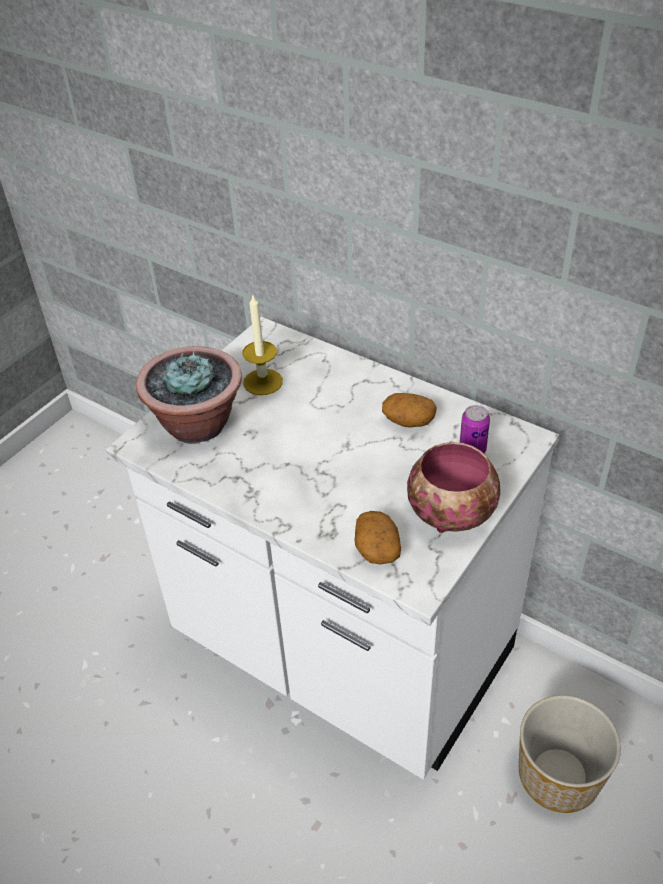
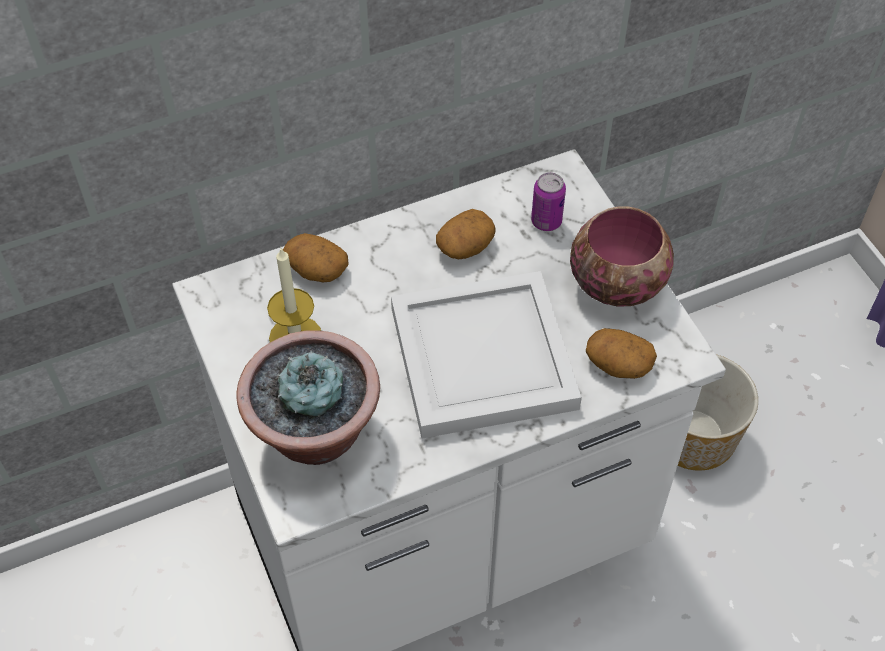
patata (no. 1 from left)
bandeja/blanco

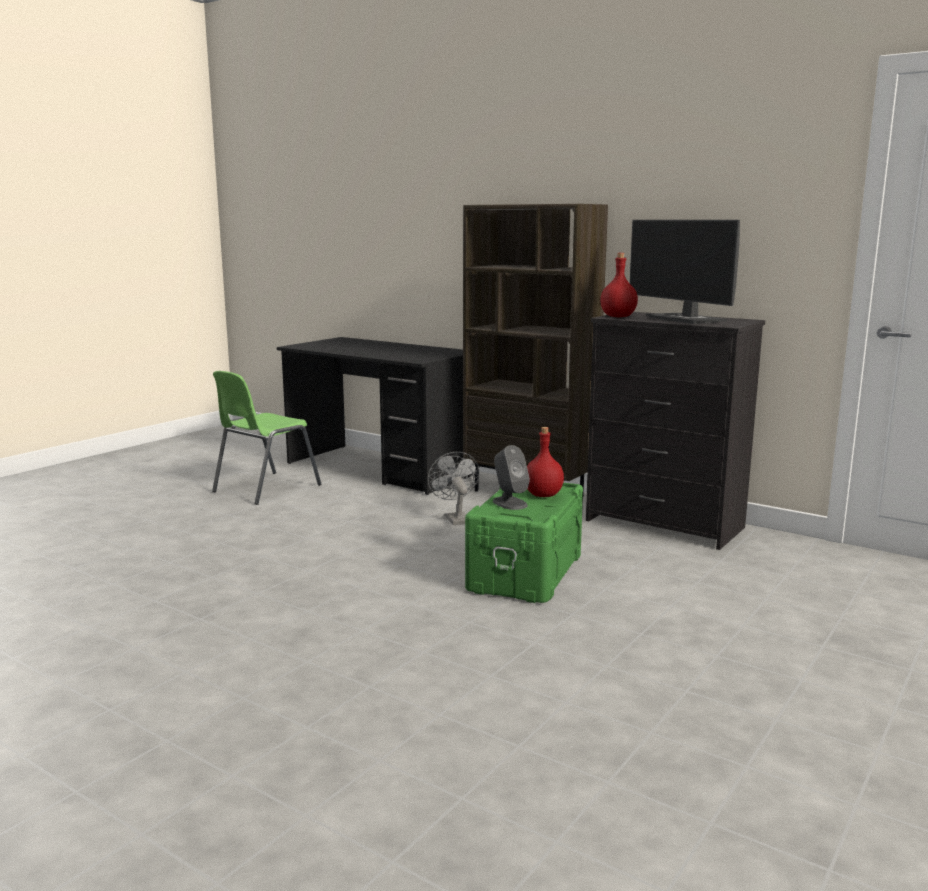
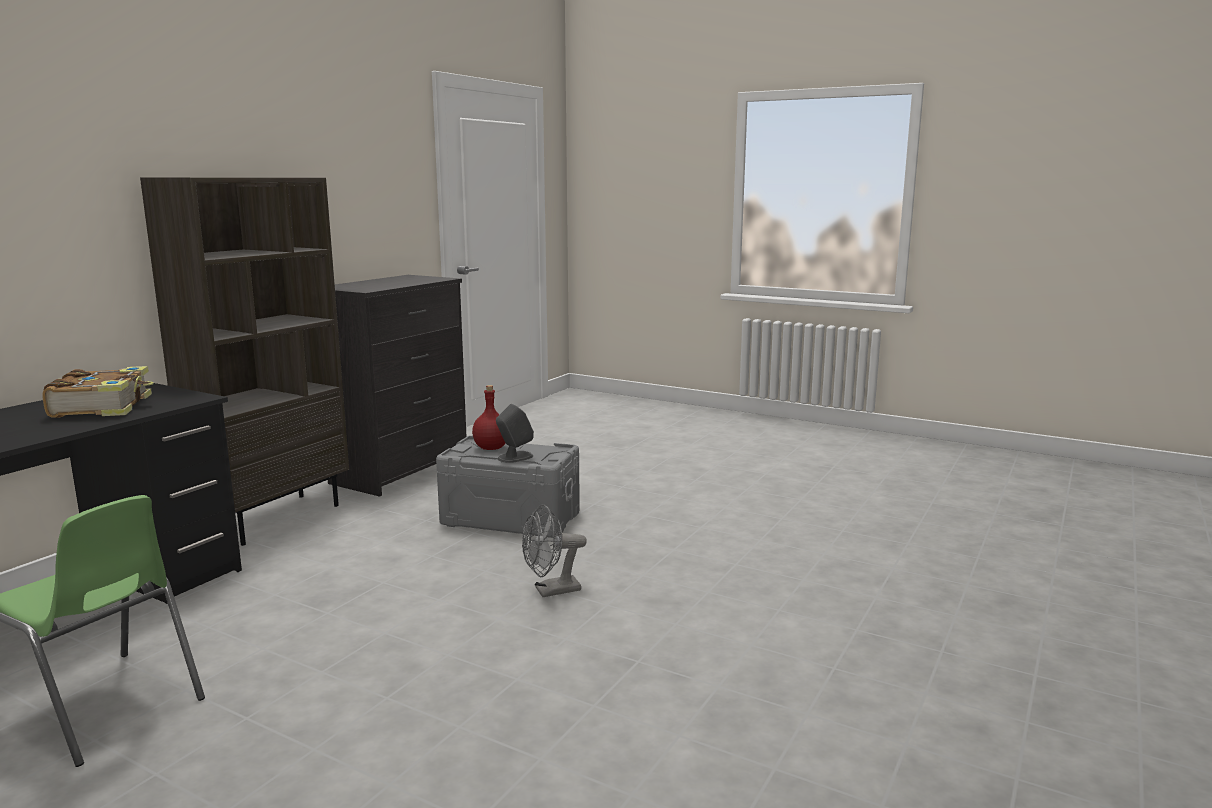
ventilador/gris
caja de almacenaje/gris
botella/rojo (no. 2 from left in the first image)
monitor
libro

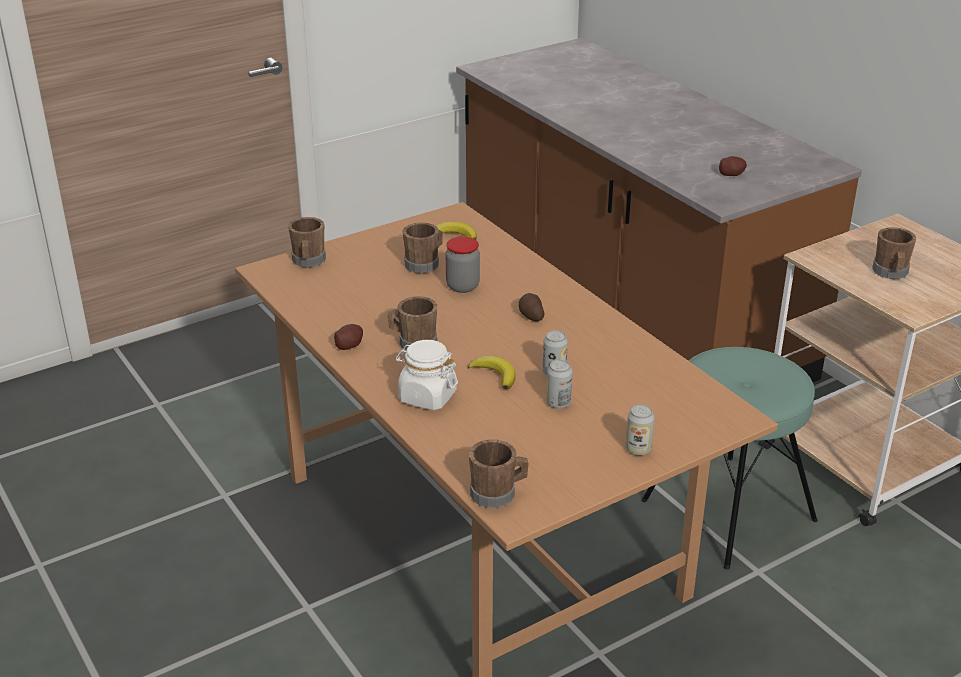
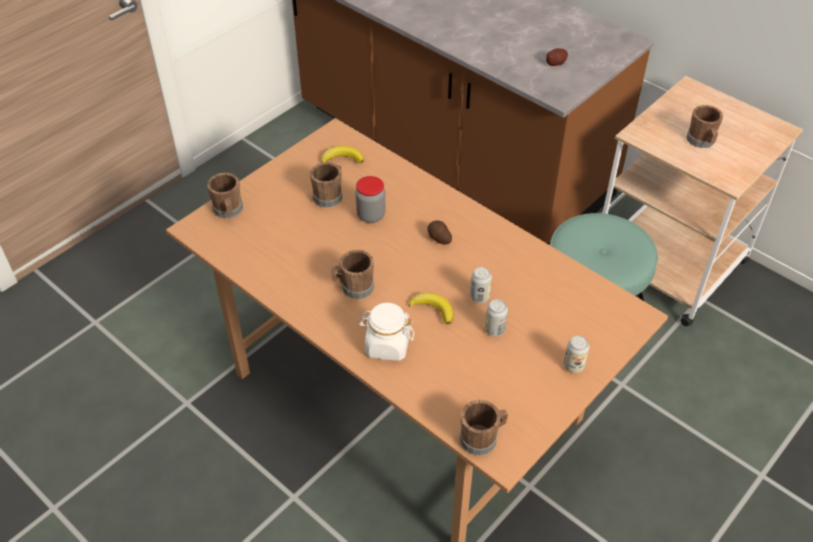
patata (no. 1 from left in the first image)

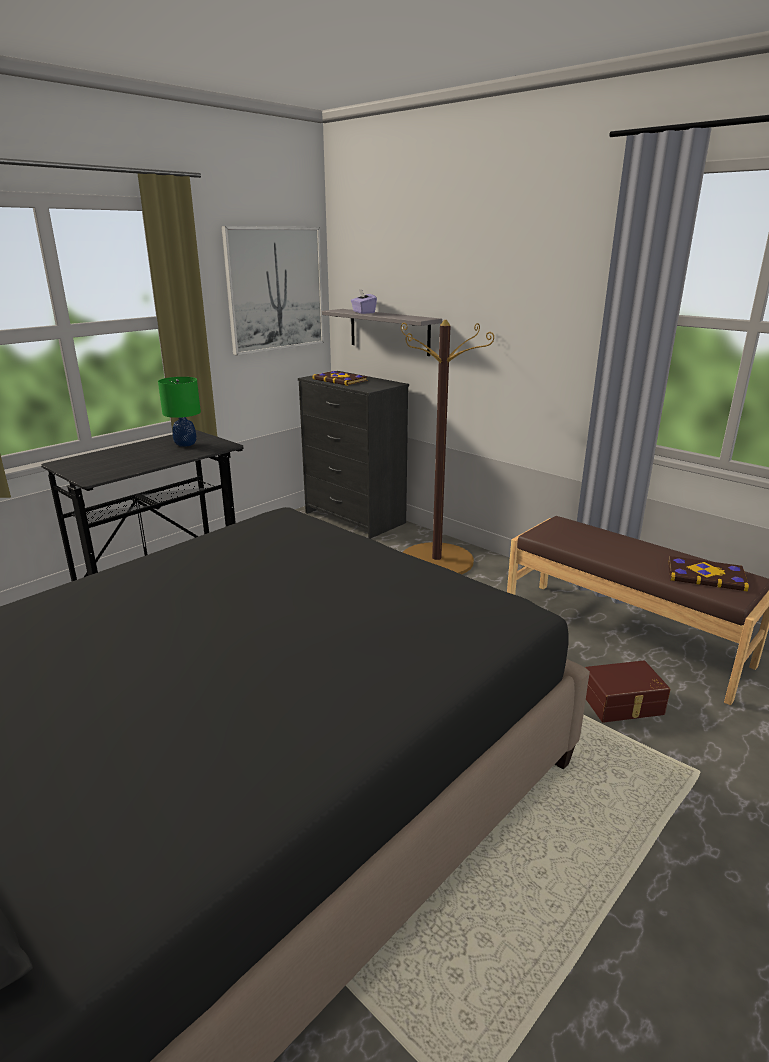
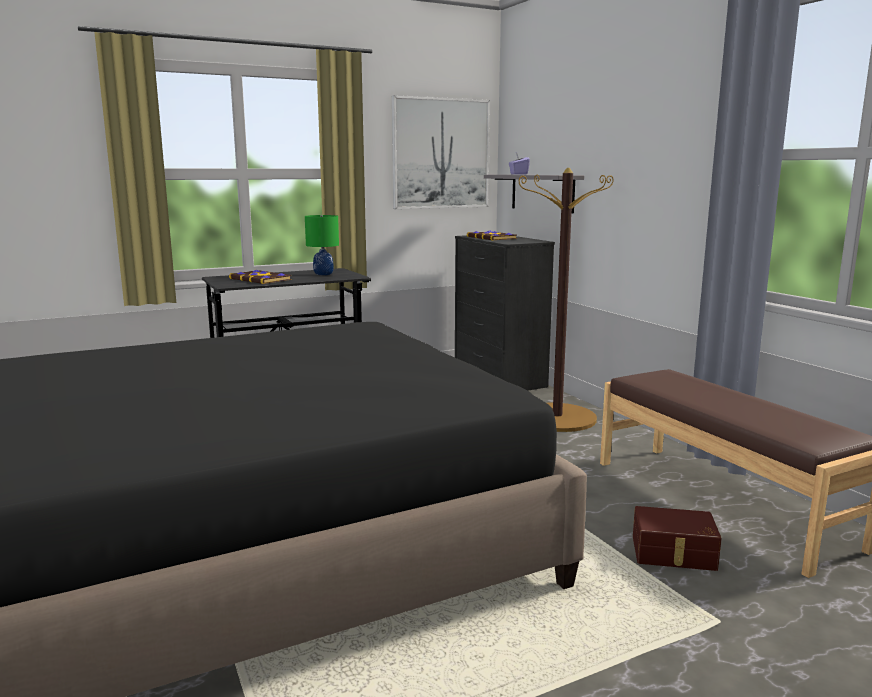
libro (no. 1 from left)

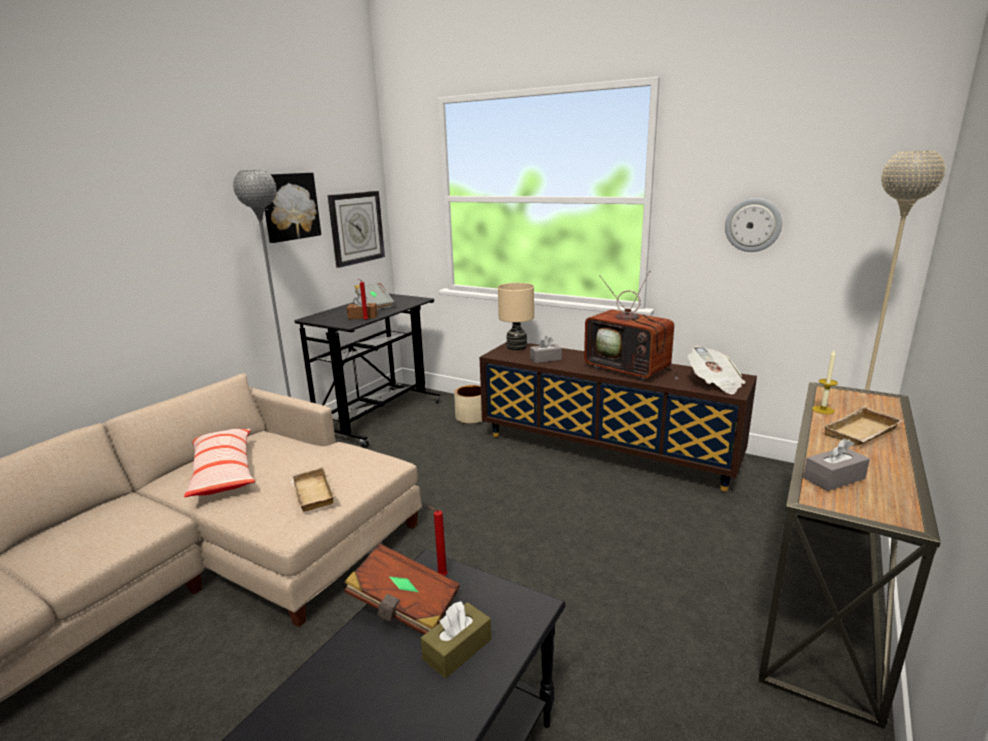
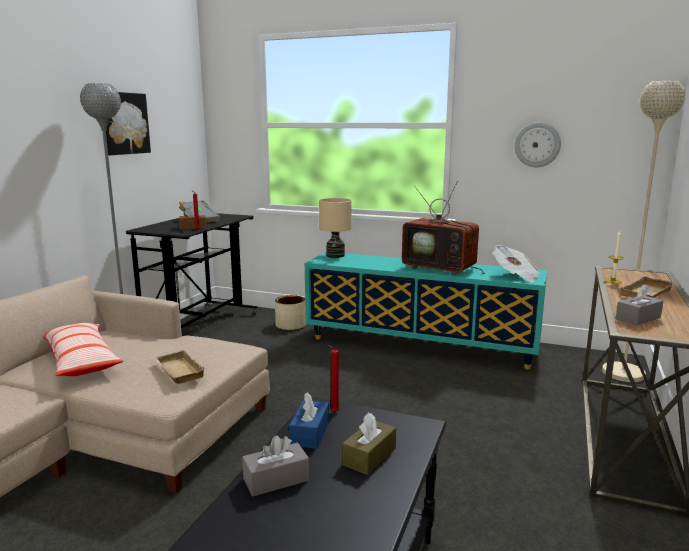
reloj de pared (no. 1 from left in the first image)
caja de pañuelos/azul
mueble de televisión/turquesa
caja de pañuelos/gris (no. 1 from left)

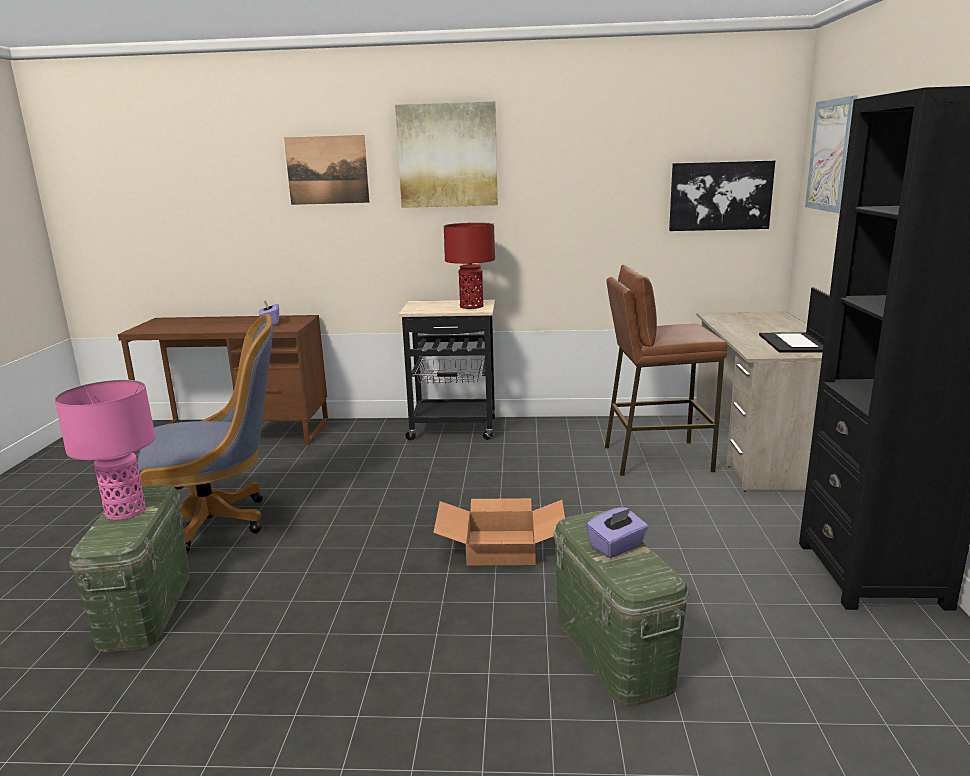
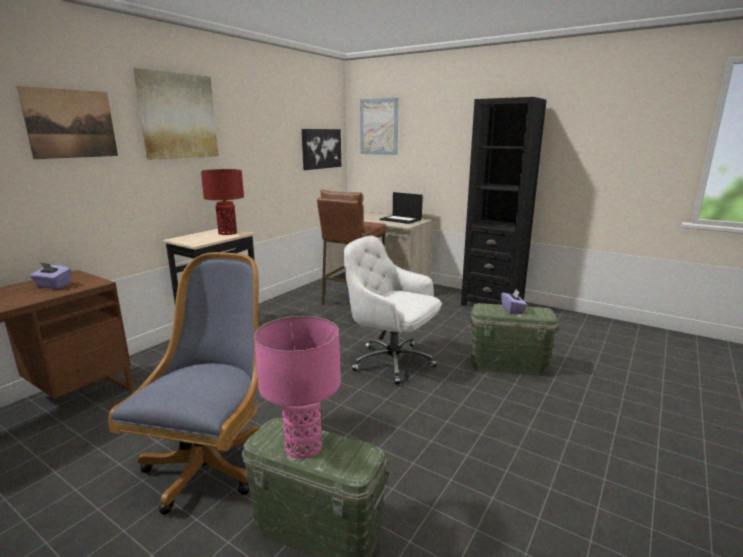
silla de oficina/blanco

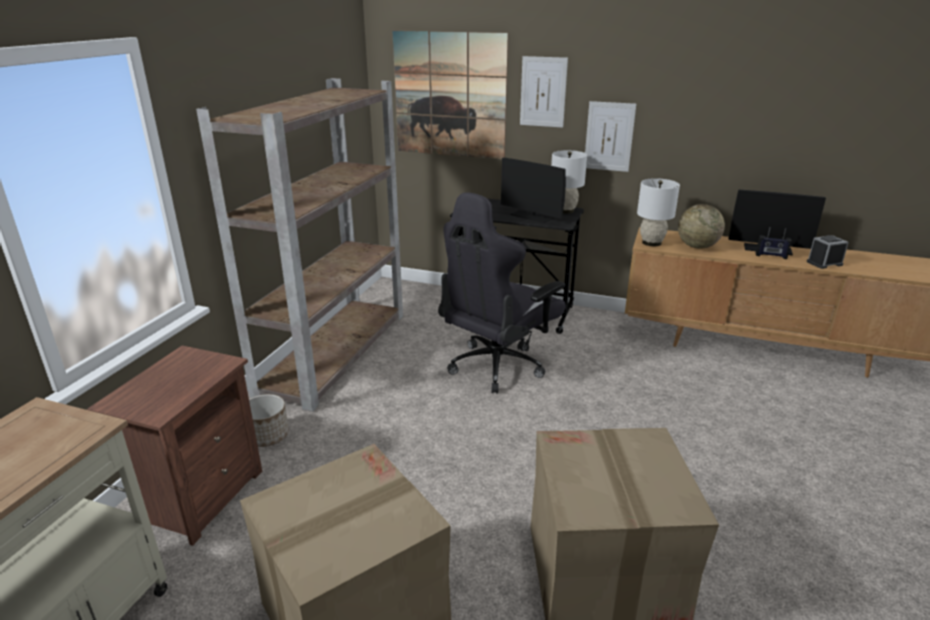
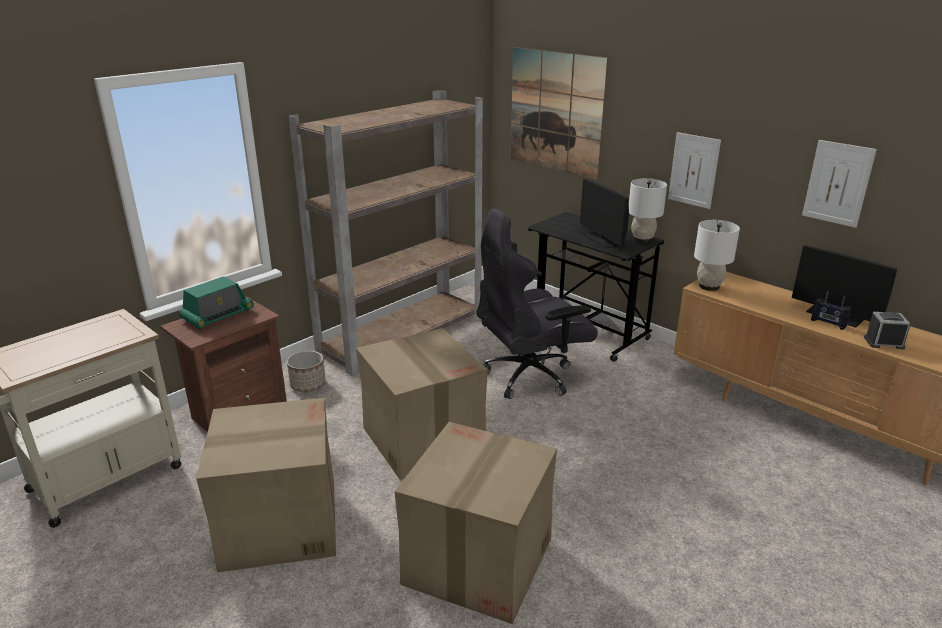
cuadro (no. 3 from left)
globo terráqueo
radio (no. 1 from left)
caja de cartón (no. 2 from left)

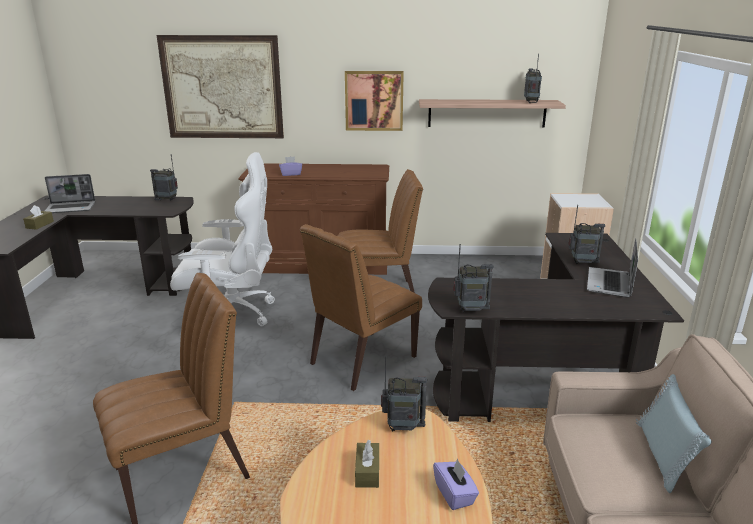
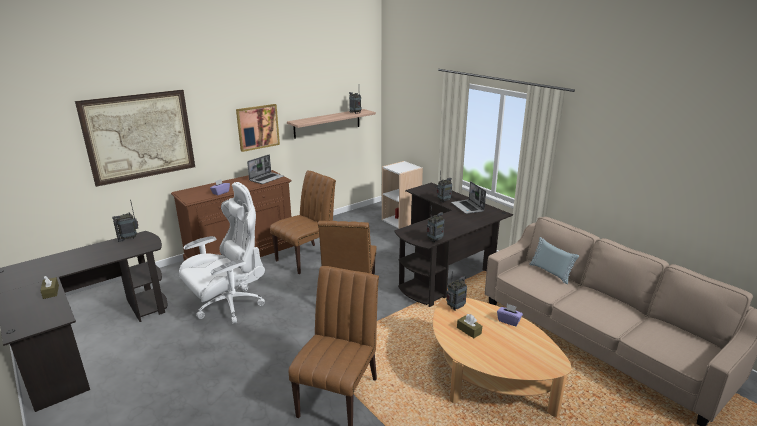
portátil (no. 1 from left)

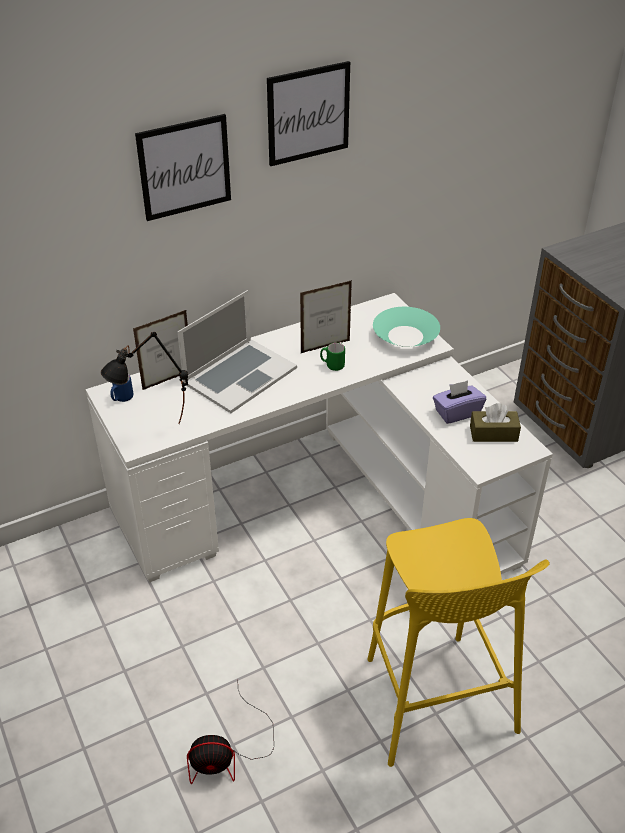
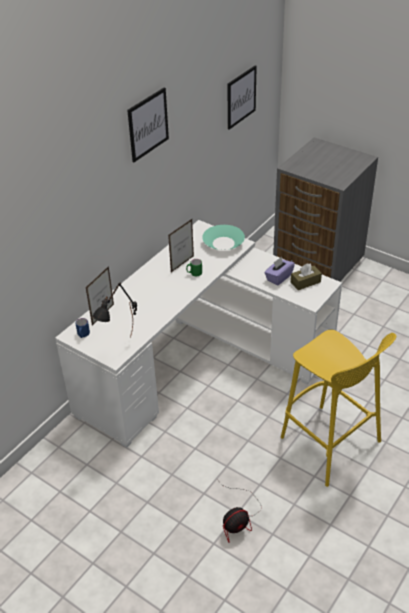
cuadro (no. 2 from left)
portátil

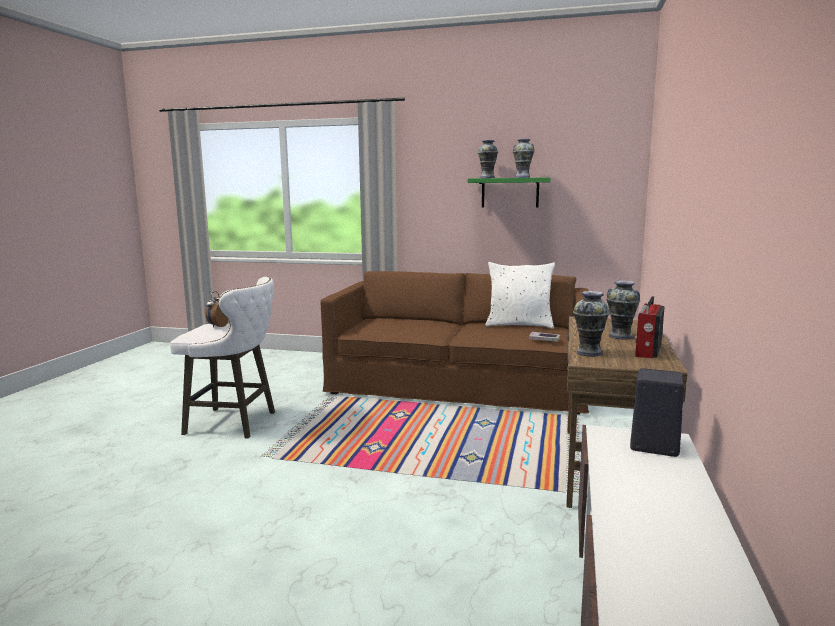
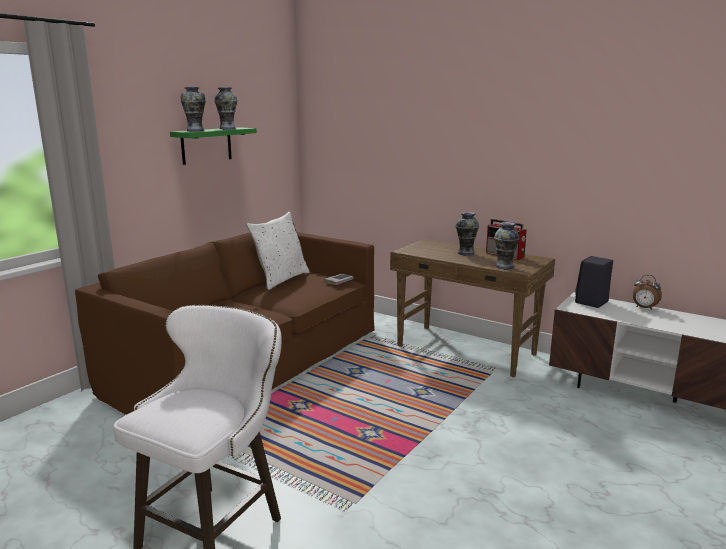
despertador

